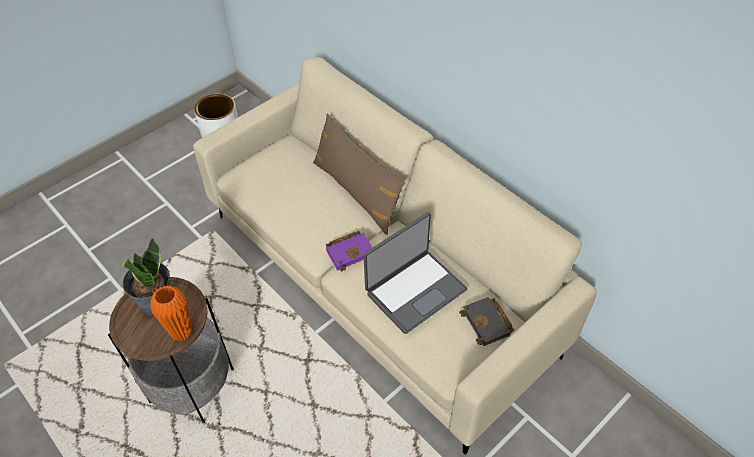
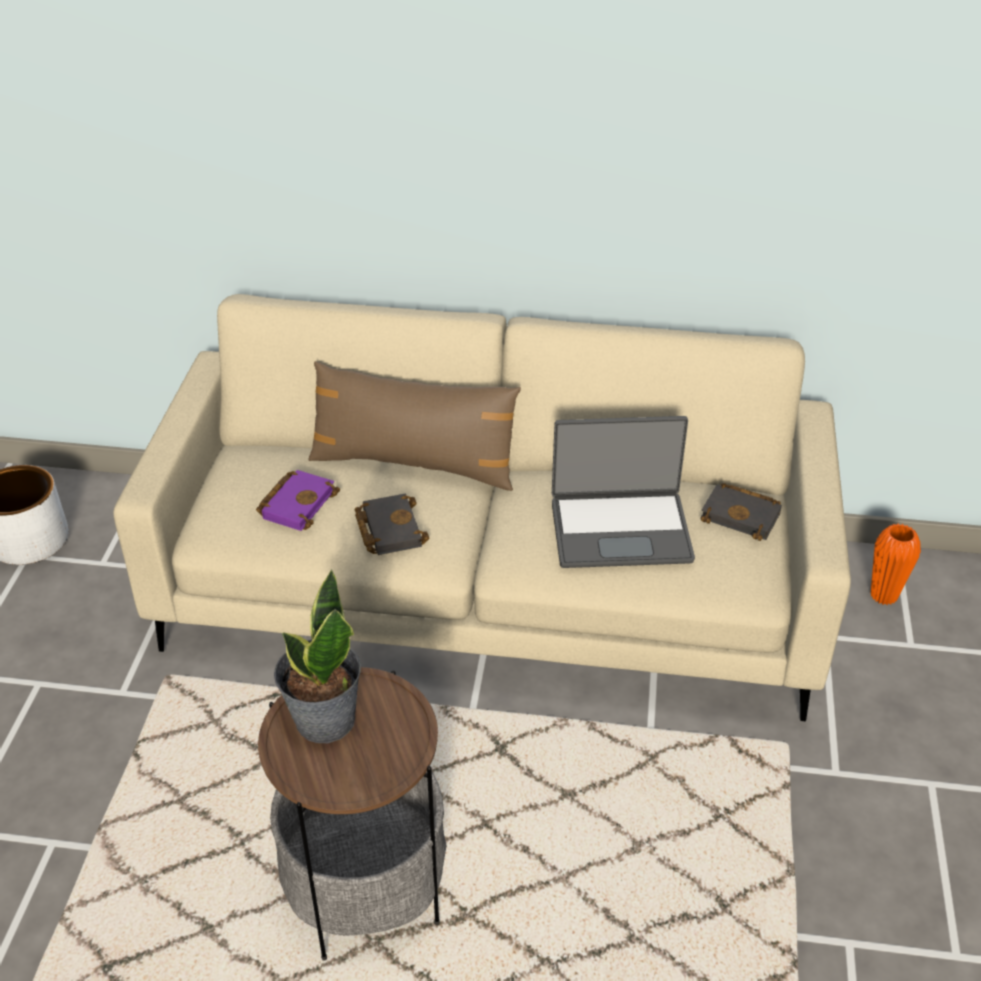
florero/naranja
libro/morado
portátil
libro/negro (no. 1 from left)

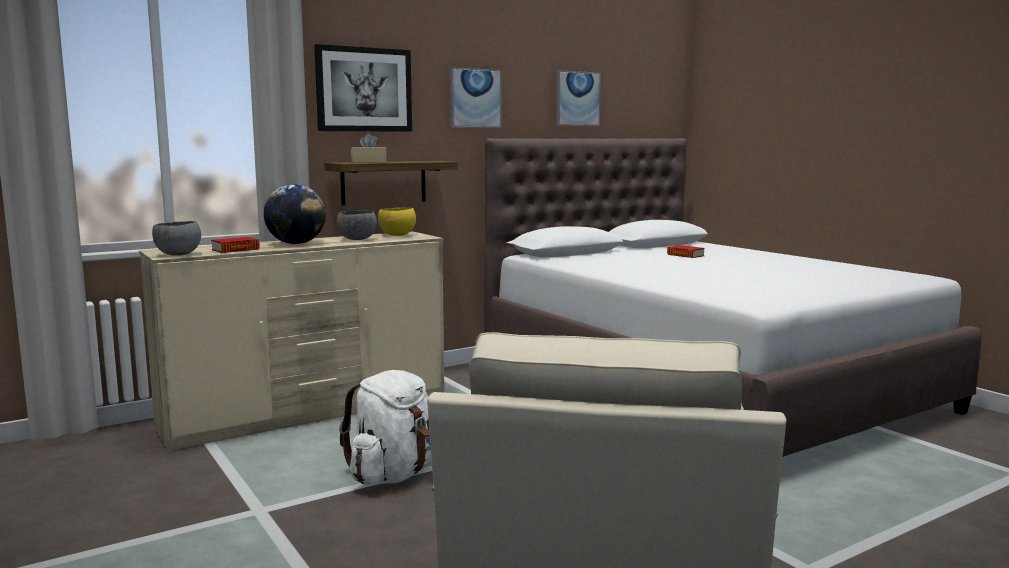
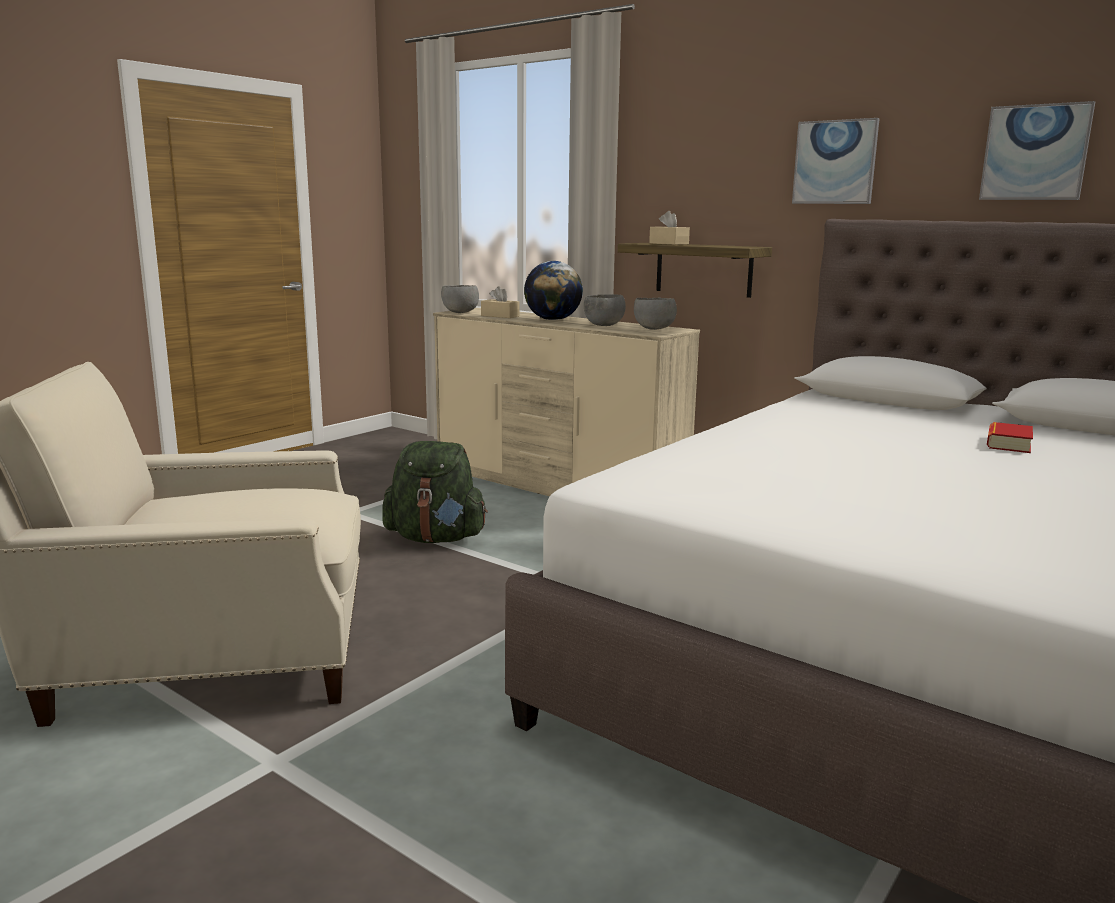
caja de pañuelos/beis (no. 1 from left)
cuadro (no. 1 from left in the first image)
mochila/verde
cuenco/gris (no. 3 from left)

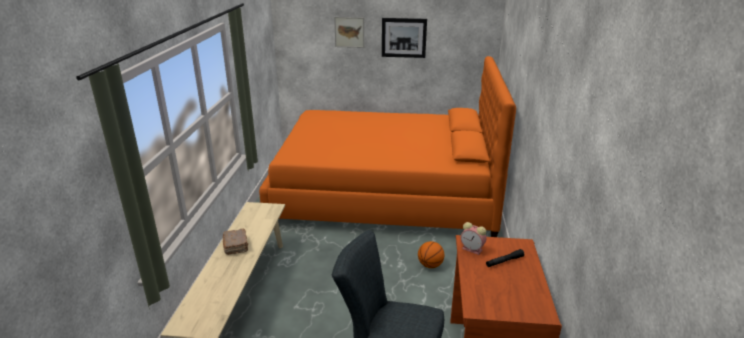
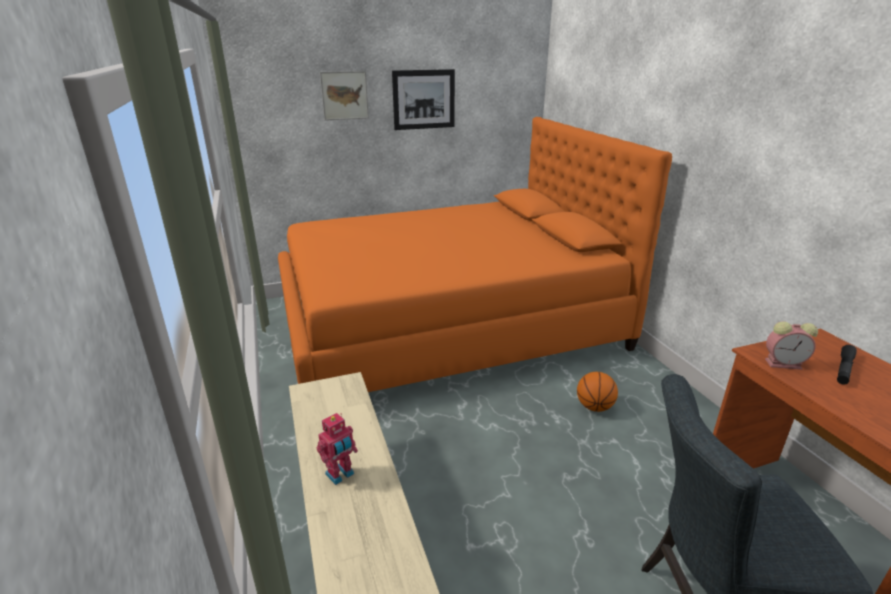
robot de juguete

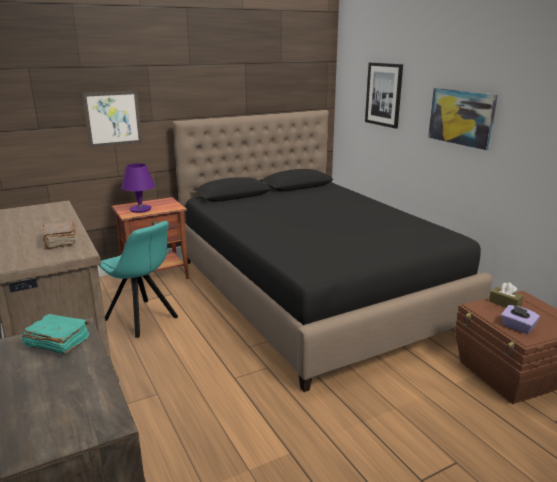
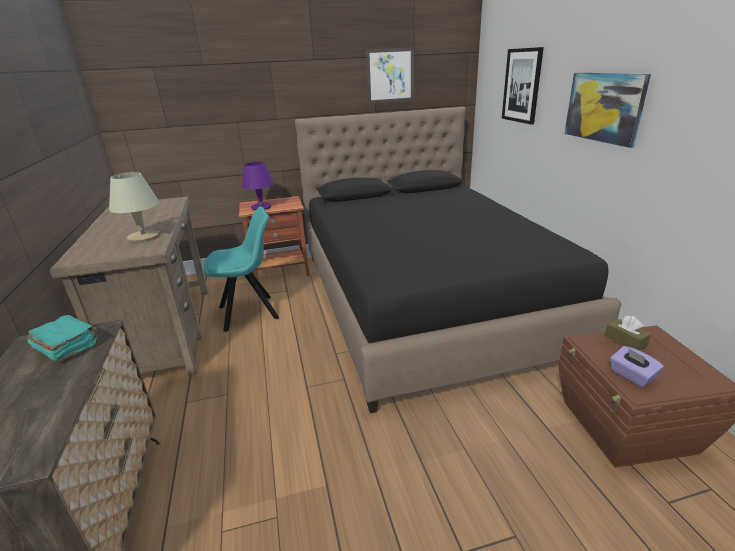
lámpara de mesa/beis
cuadro (no. 1 from left)
silla/turquesa

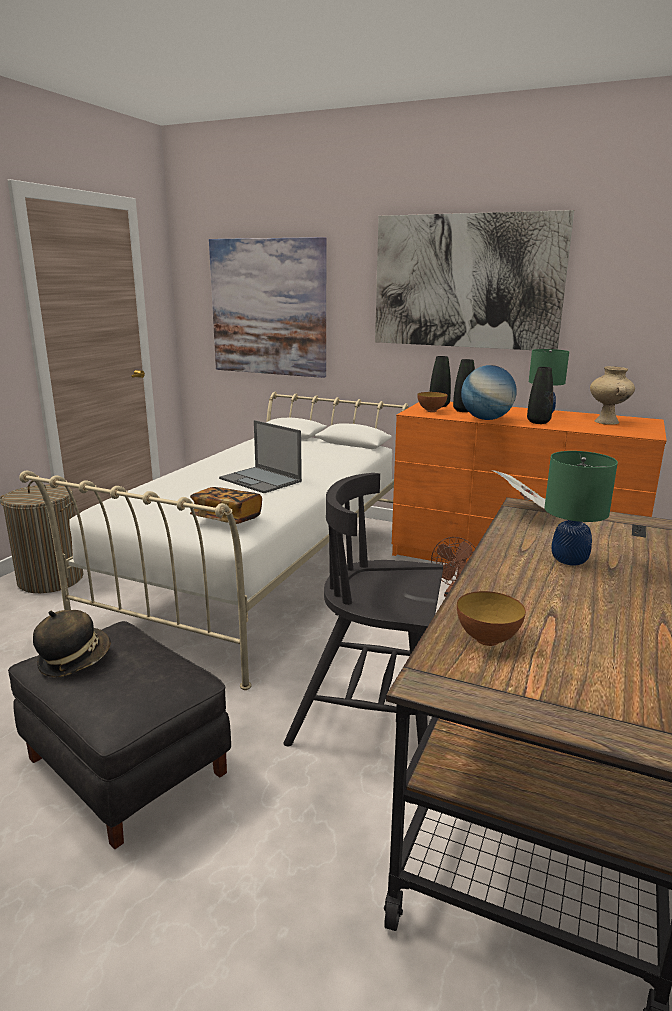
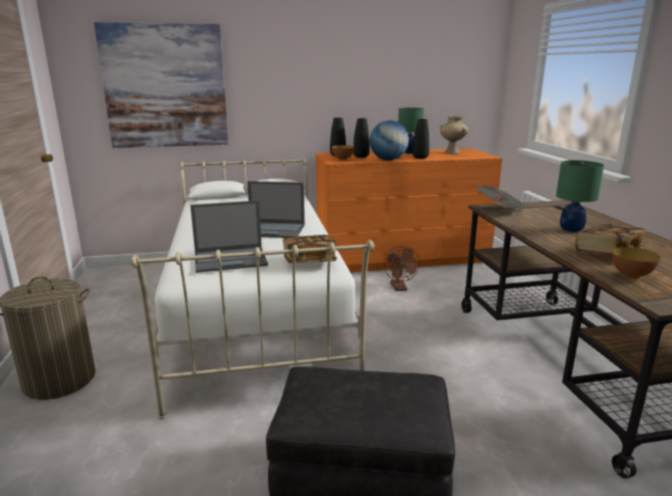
sombrero
silla/negro
cuadro (no. 2 from left in the first image)
portátil (no. 1 from left)
libro (no. 2 from left)

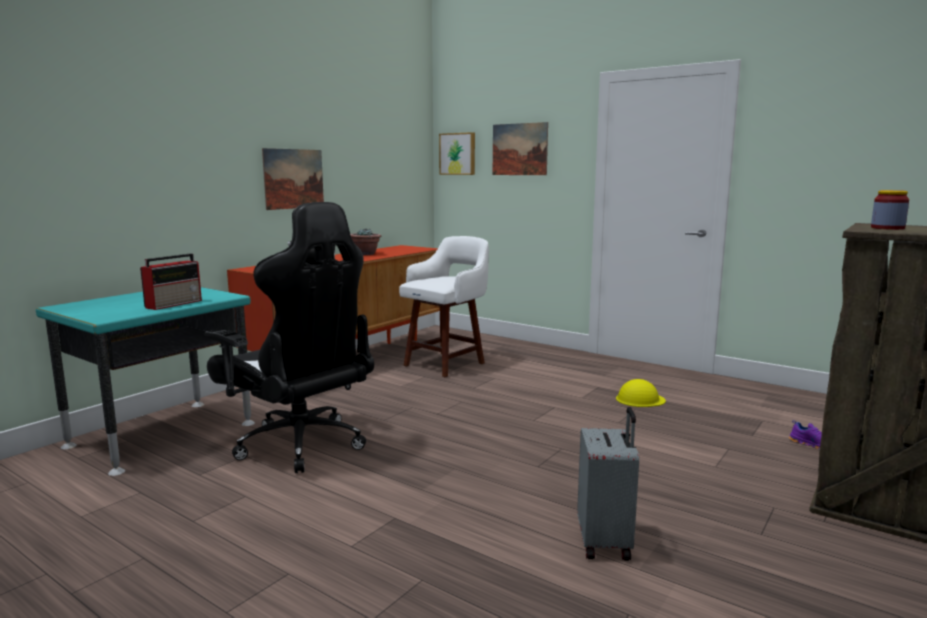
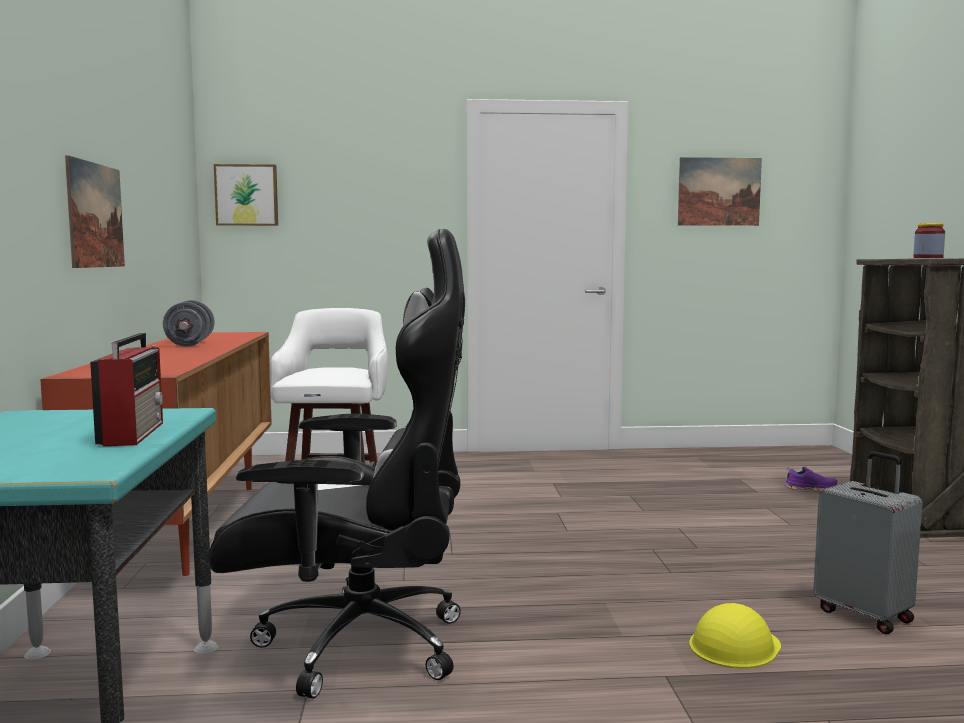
mancuerna/gris
cuadro (no. 3 from left)
casco/amarillo

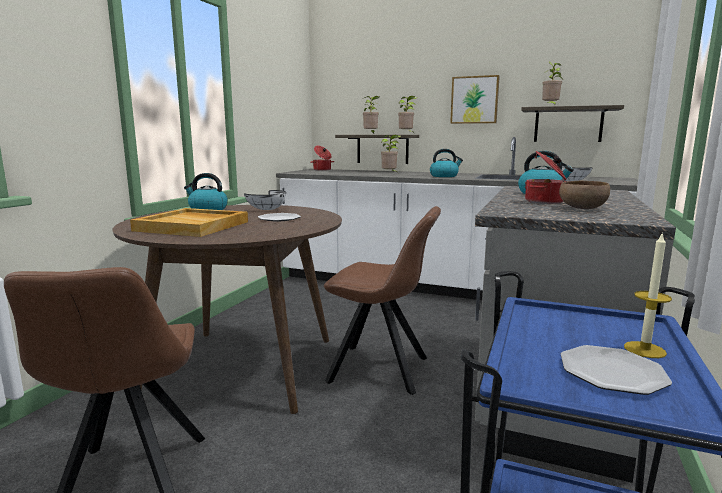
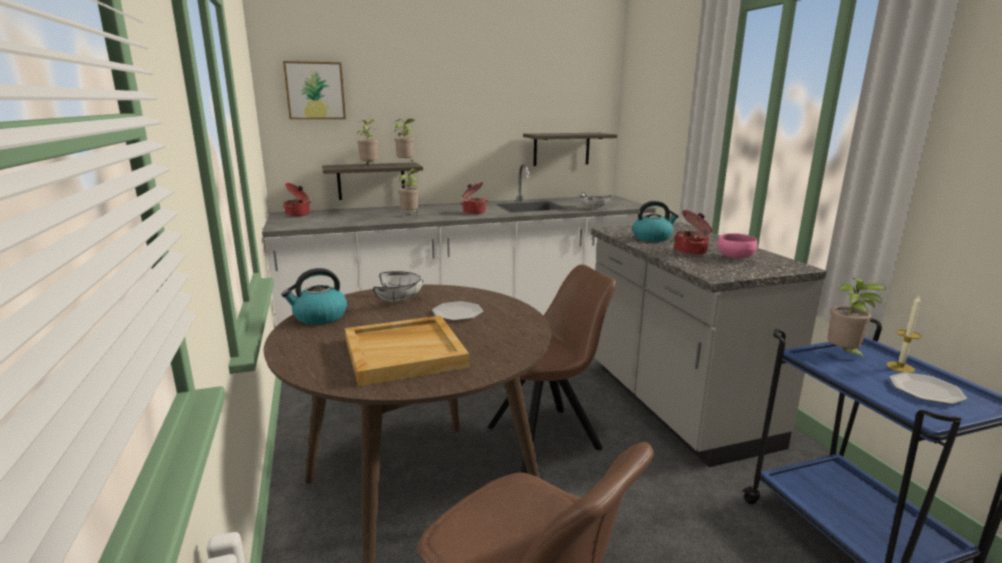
olla (no. 2 from left)
cuadro
planta en maceta (no. 4 from left)
cuenco/rosa

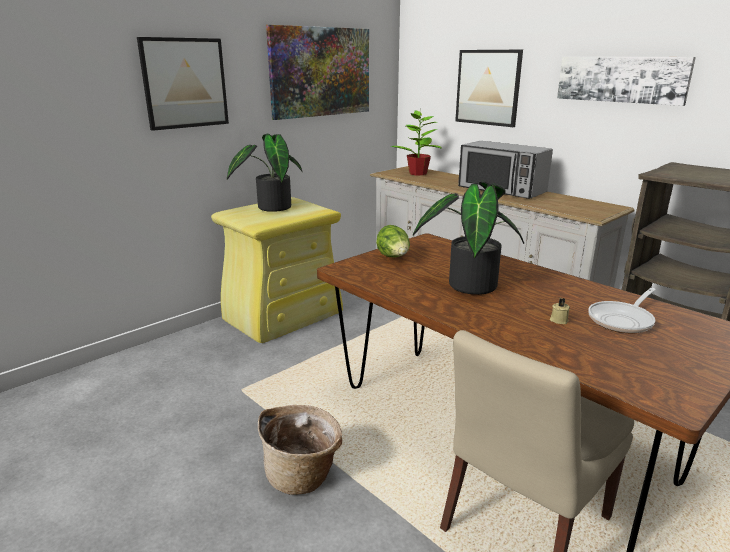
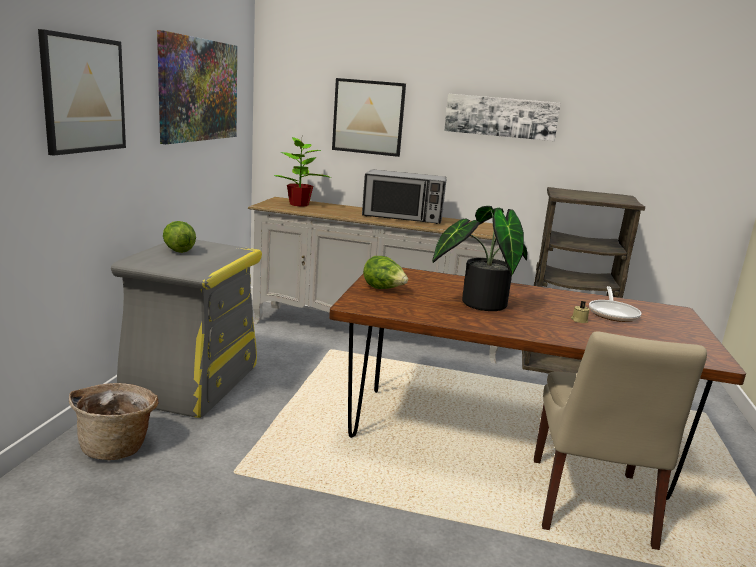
mesita de noche/gris
lechuga (no. 1 from left)
cesta

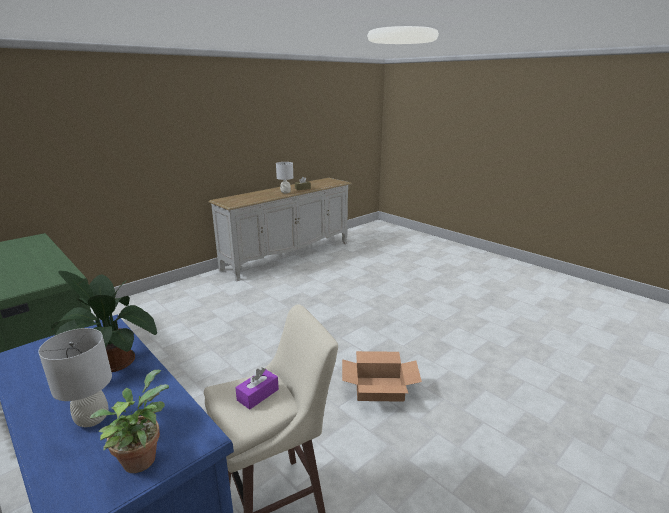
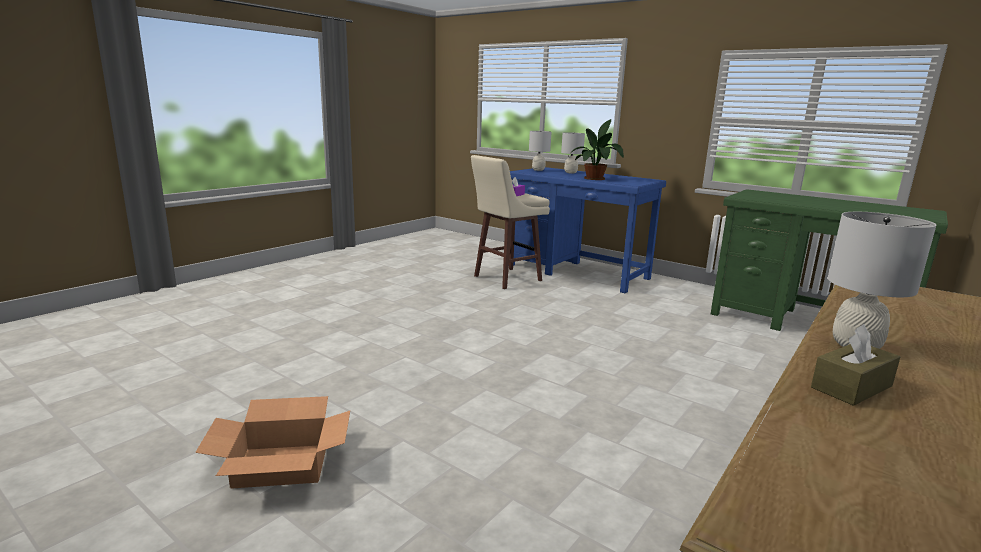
lámpara de mesa/gris (no. 1 from left)
caja de cartón

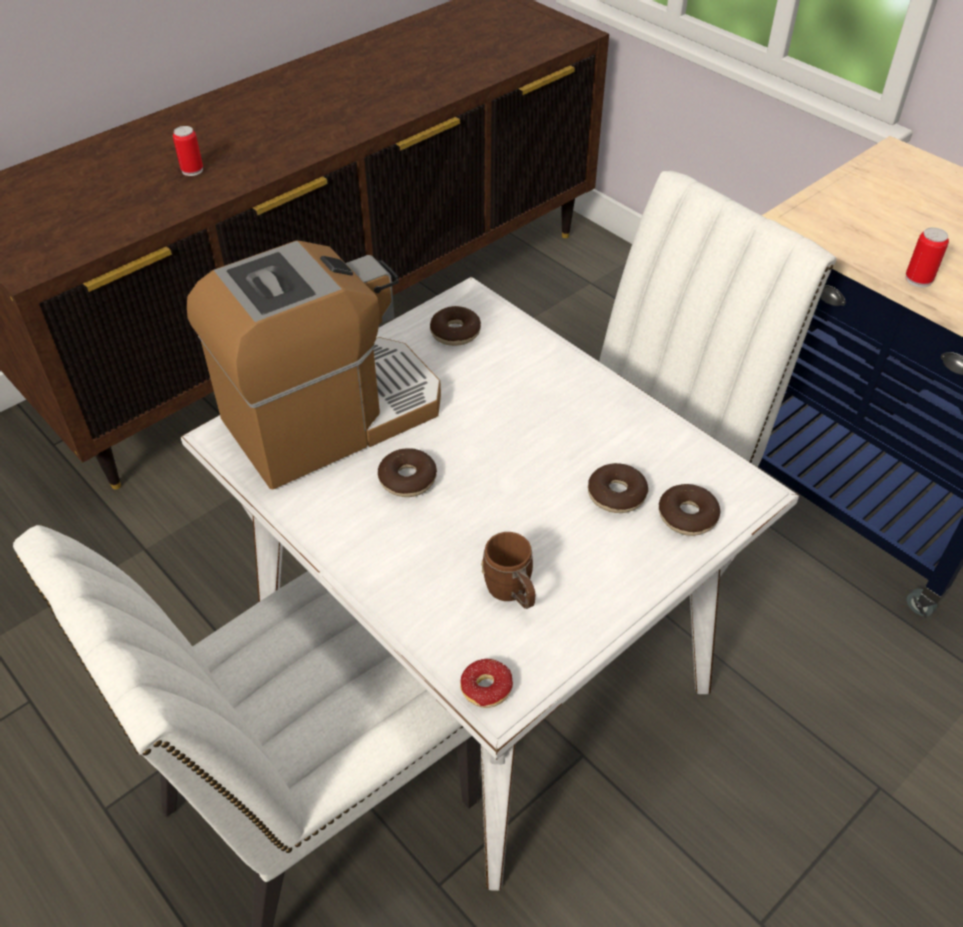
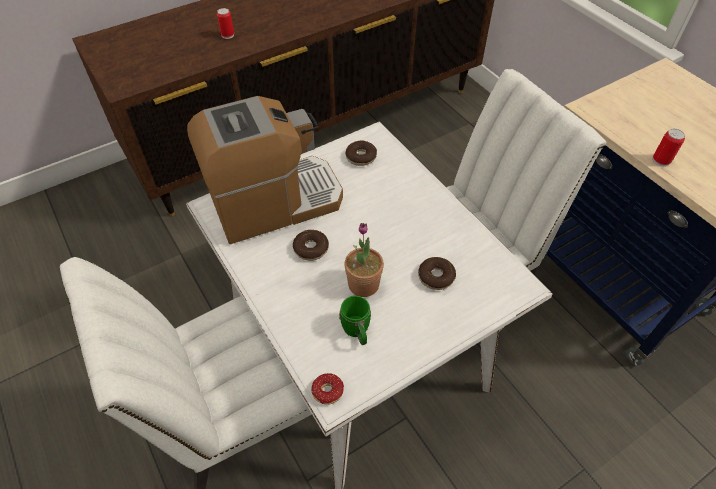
taza grande/verde
rosquilla (no. 5 from left in the first image)
planta en maceta

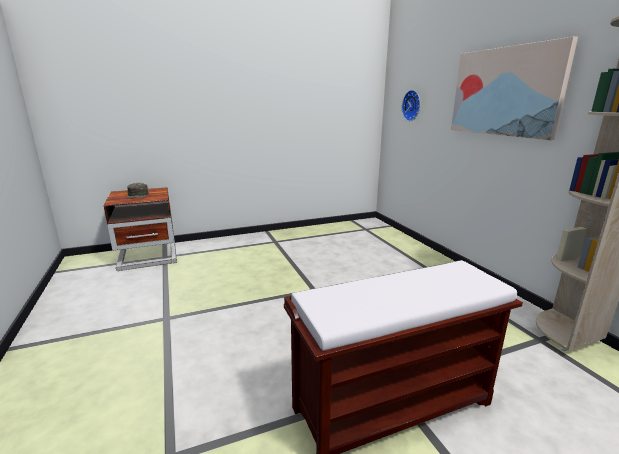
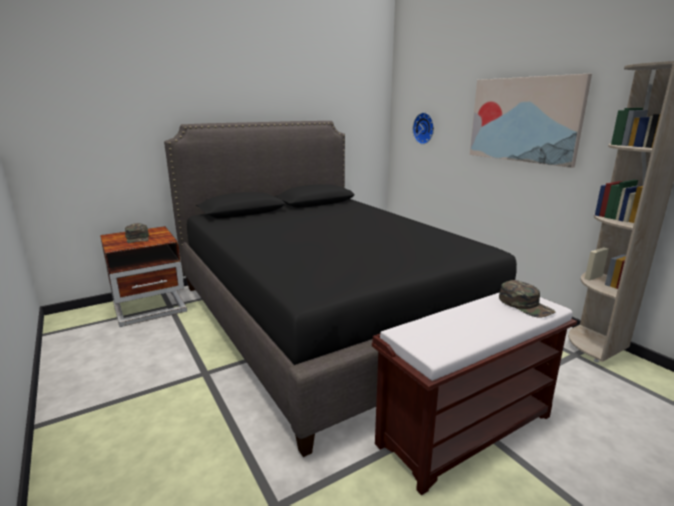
cama/negro
gorra/verde (no. 2 from left)

